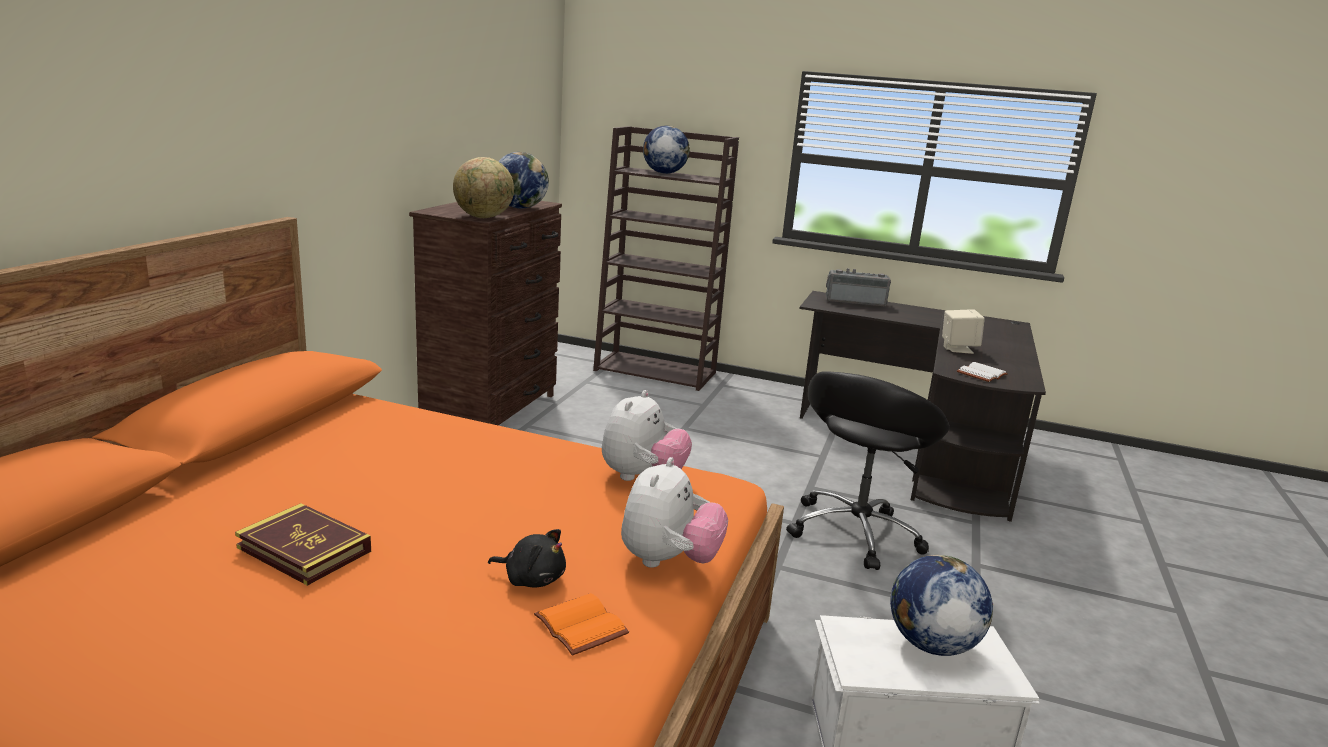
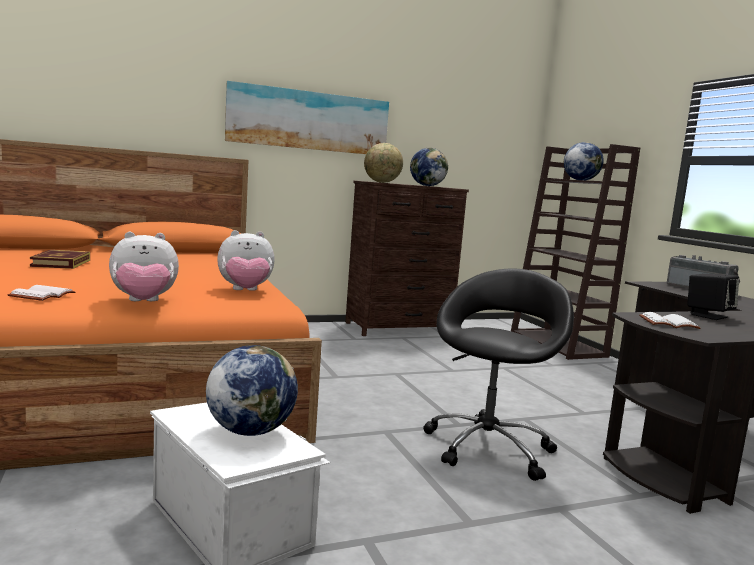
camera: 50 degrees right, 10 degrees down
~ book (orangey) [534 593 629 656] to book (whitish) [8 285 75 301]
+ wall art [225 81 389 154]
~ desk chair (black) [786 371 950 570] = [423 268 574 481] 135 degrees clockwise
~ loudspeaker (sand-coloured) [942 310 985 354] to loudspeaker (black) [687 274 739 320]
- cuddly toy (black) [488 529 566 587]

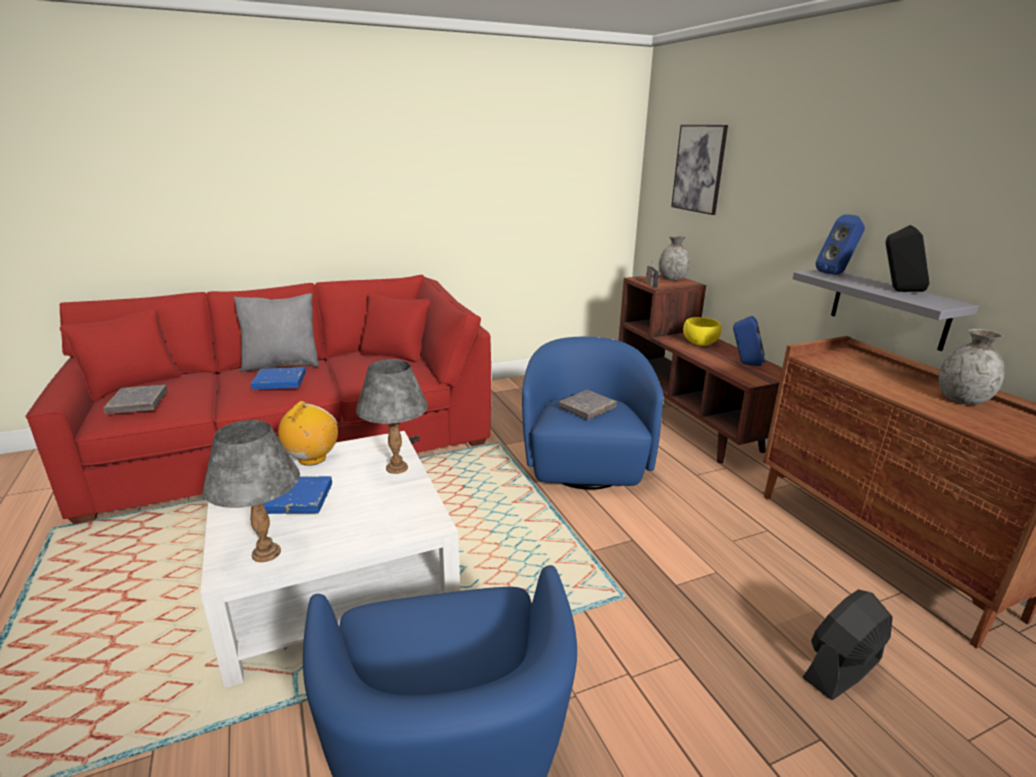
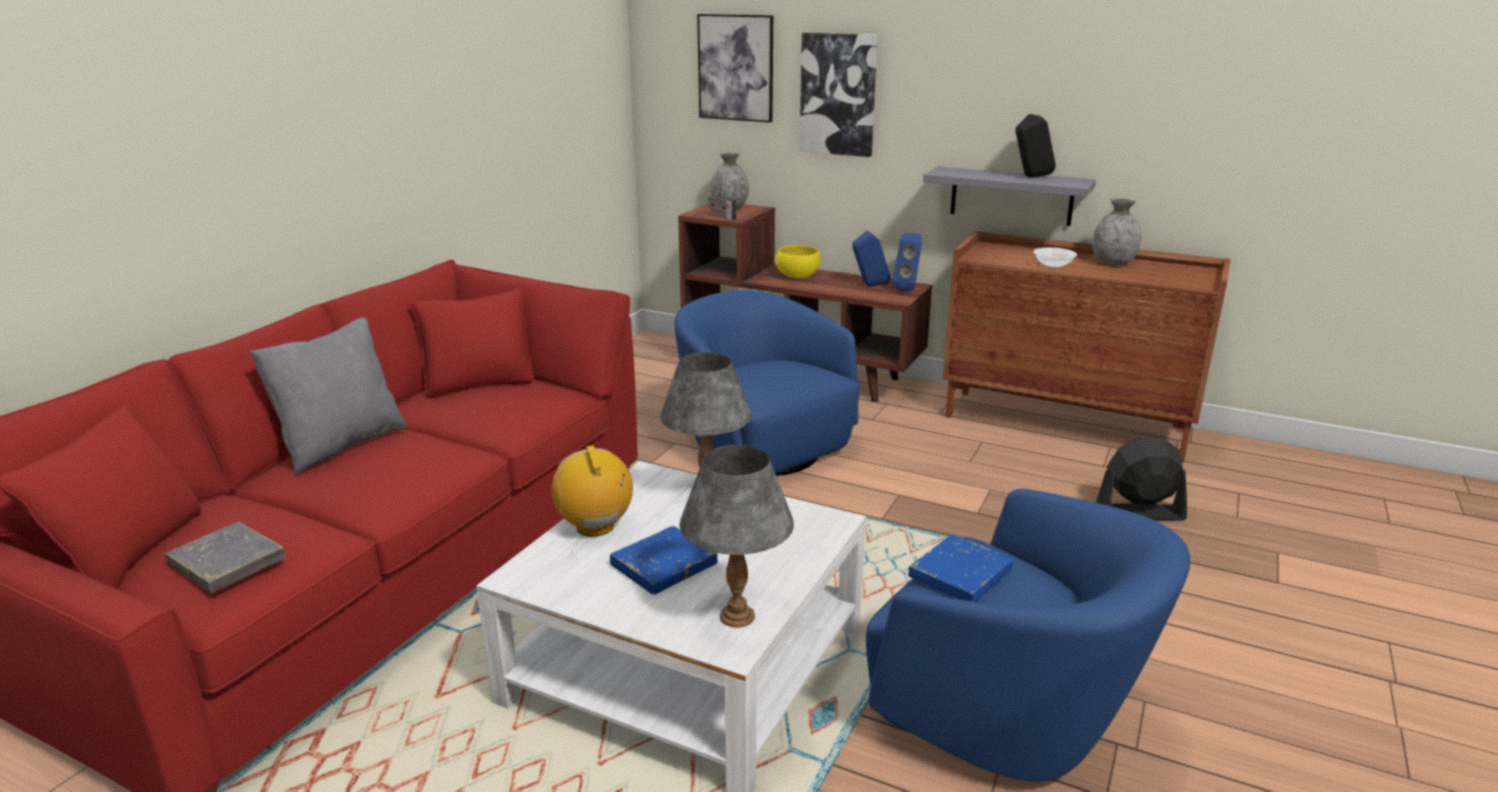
camera: 40 degrees left, 0 degrees up
+ wall art [799 33 878 157]
~ loudspeaker (blue) [816 214 865 275] to [892 233 922 291]
~ book (blue) [251 367 306 390] to [908 534 1013 602]
+ bowl [1033 247 1077 268]
~ cooling fan (black) [802 589 893 700] = [1096 438 1187 521] 75 degrees clockwise
- book (gray) [559 390 617 420]

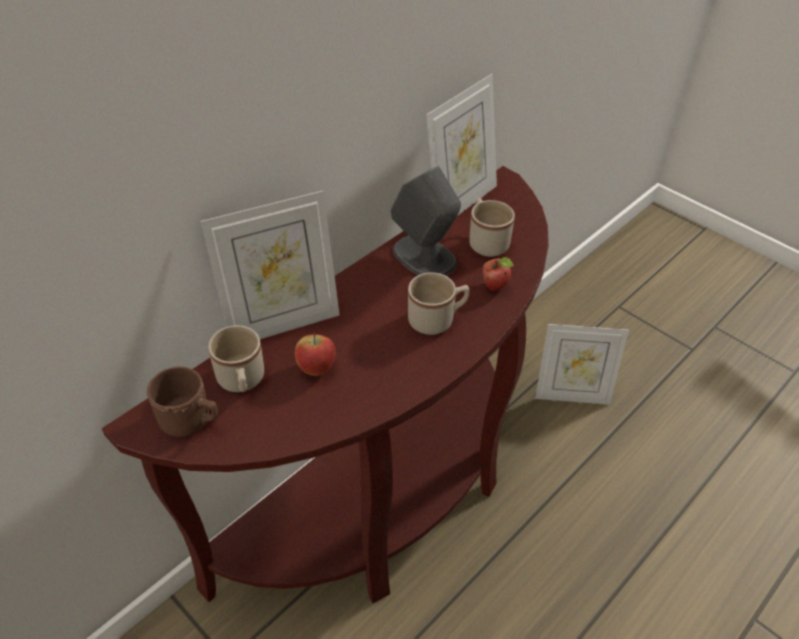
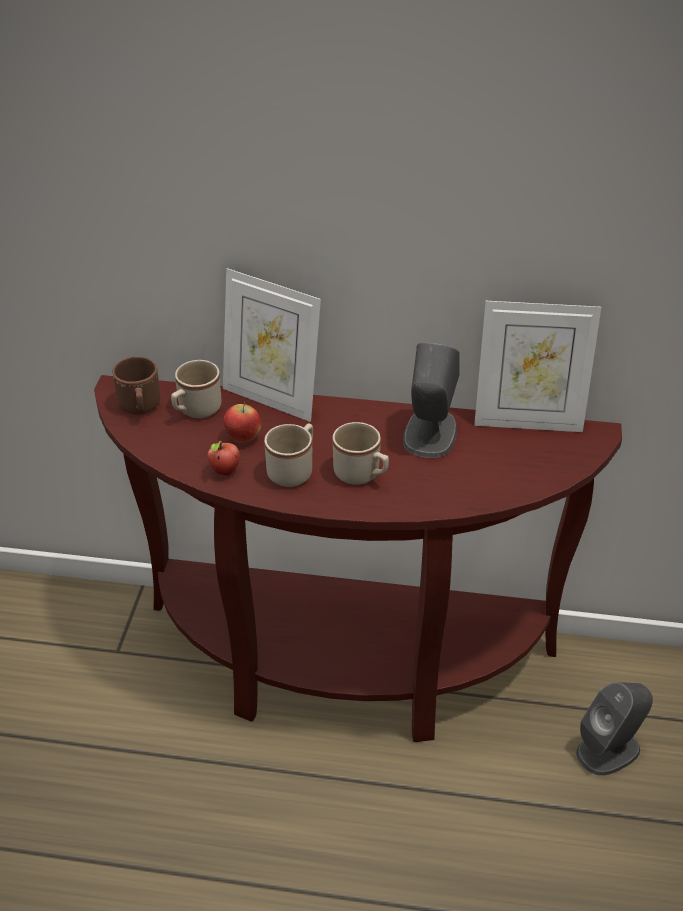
camera: 55 degrees right, 5 degrees down
~ apple [483 257 514 291] to [208 441 240 476]
~ coffee mug (sand-coloured) [469 198 515 257] to [264 423 313 487]
~ photo frame [535 324 629 405] to loudspeaker (gray) [576 682 653 776]

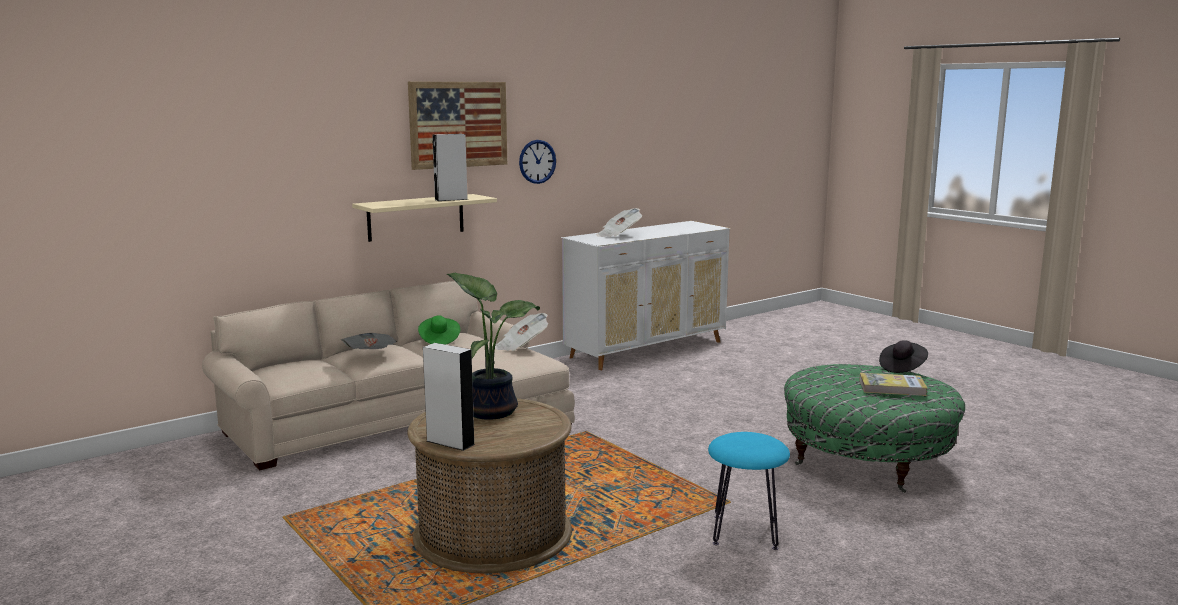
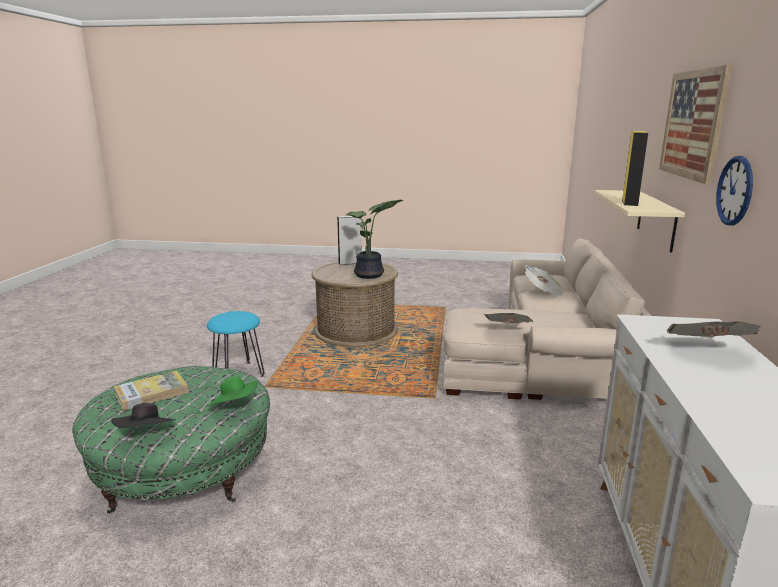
camera: 135 degrees right, 5 degrees up
~ hat (green-coloured) [418 315 460 345] to [208 376 258 406]
~ loudspeaker (gray) [432 134 468 201] to loudspeaker (yellowish) [622 131 649 206]

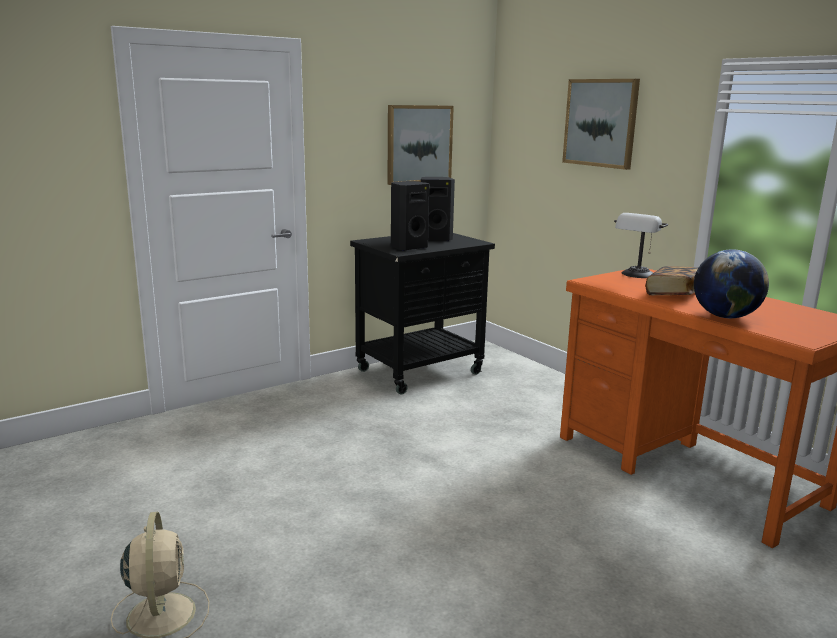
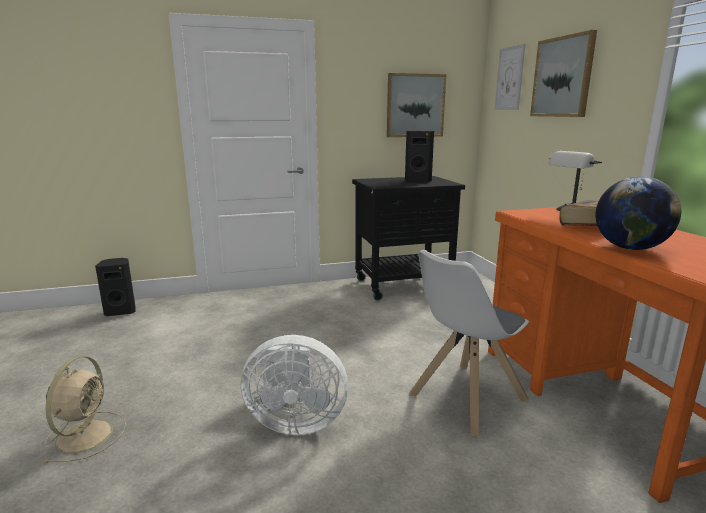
camera: 20 degrees right, 0 degrees up
~ loudspeaker (black) [391 181 430 251] to [95 258 136 316]
+ cooling fan (whitish) [241 335 348 435]
+ chair [409 250 529 436]
+ wall art [495 44 525 110]

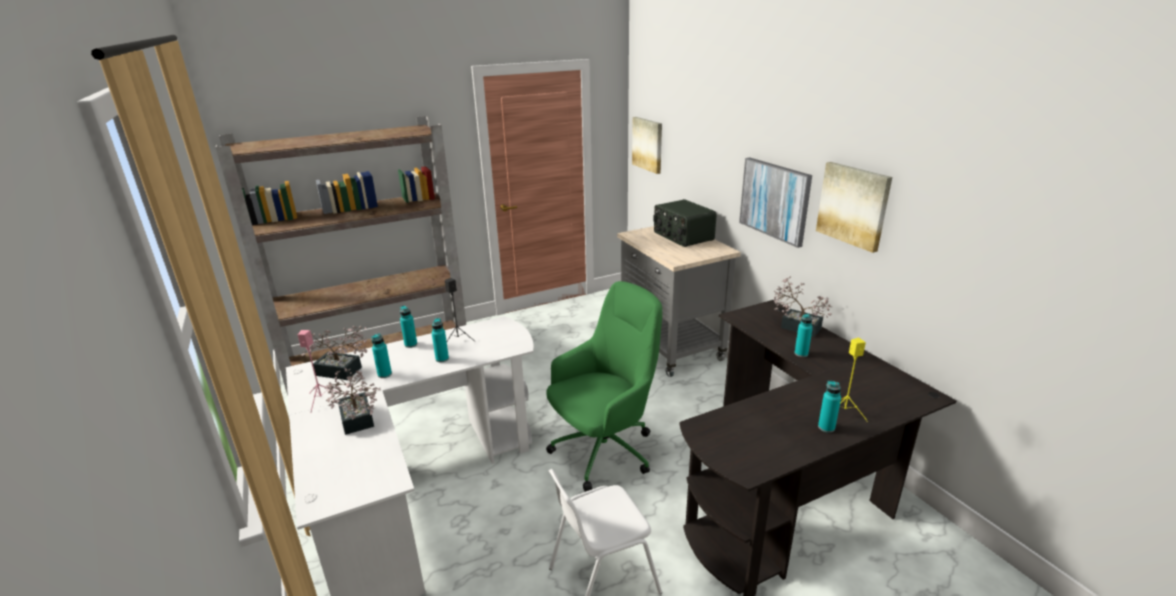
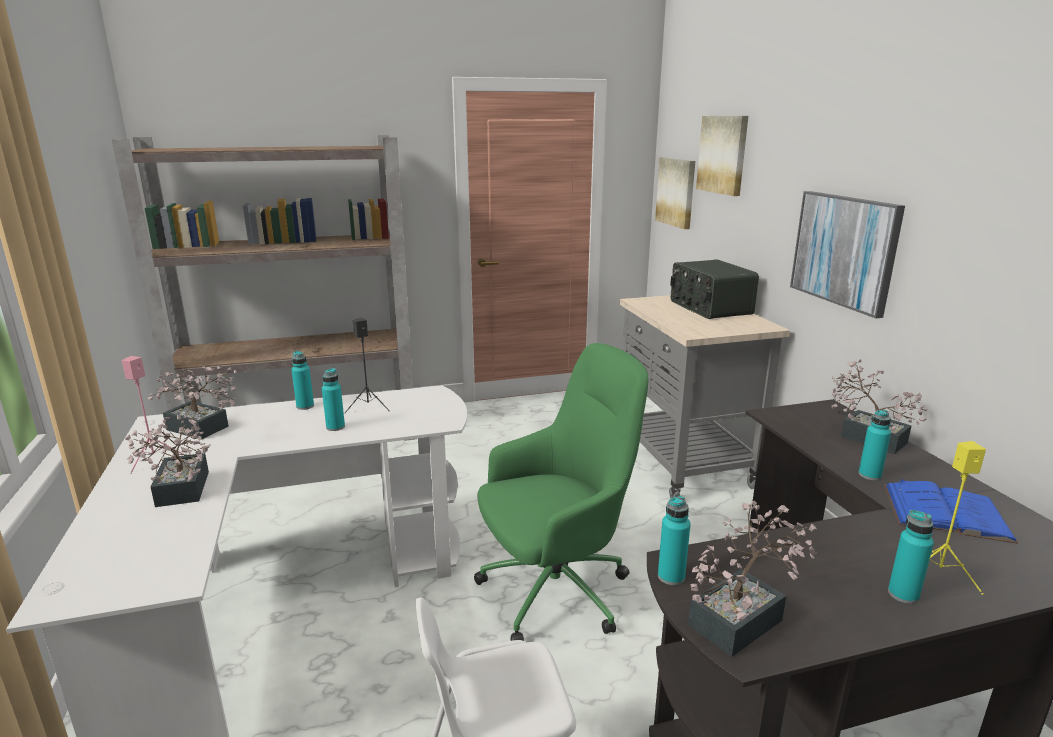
camera: 10 degrees right, 5 degrees down
~ beverage bottle (turquoise-coloured) [371 333 392 378] to [658 496 691 585]
+ potted plant [688 501 817 657]
~ wall art [816 162 892 253] to [696 116 748 196]
+ book (blue) [884 479 1018 544]

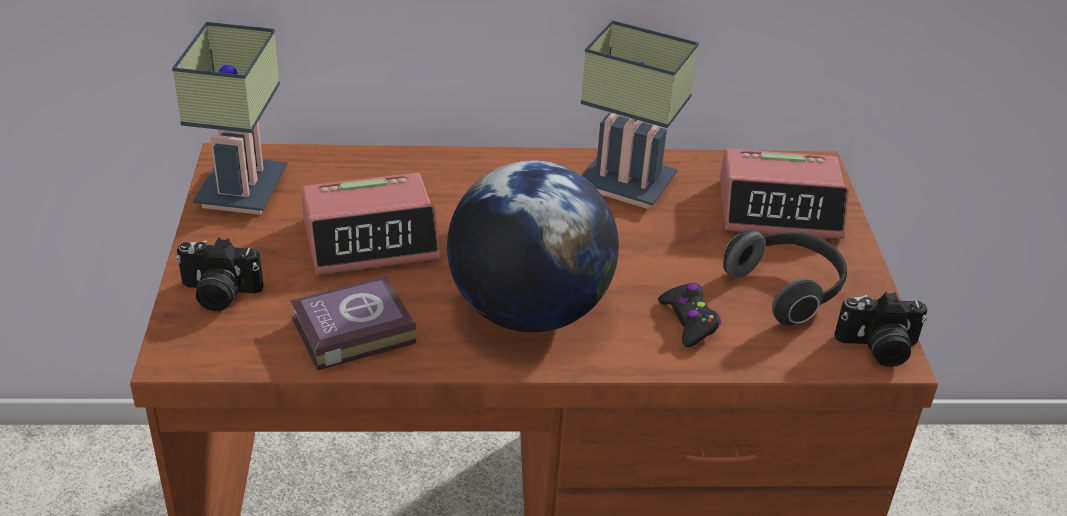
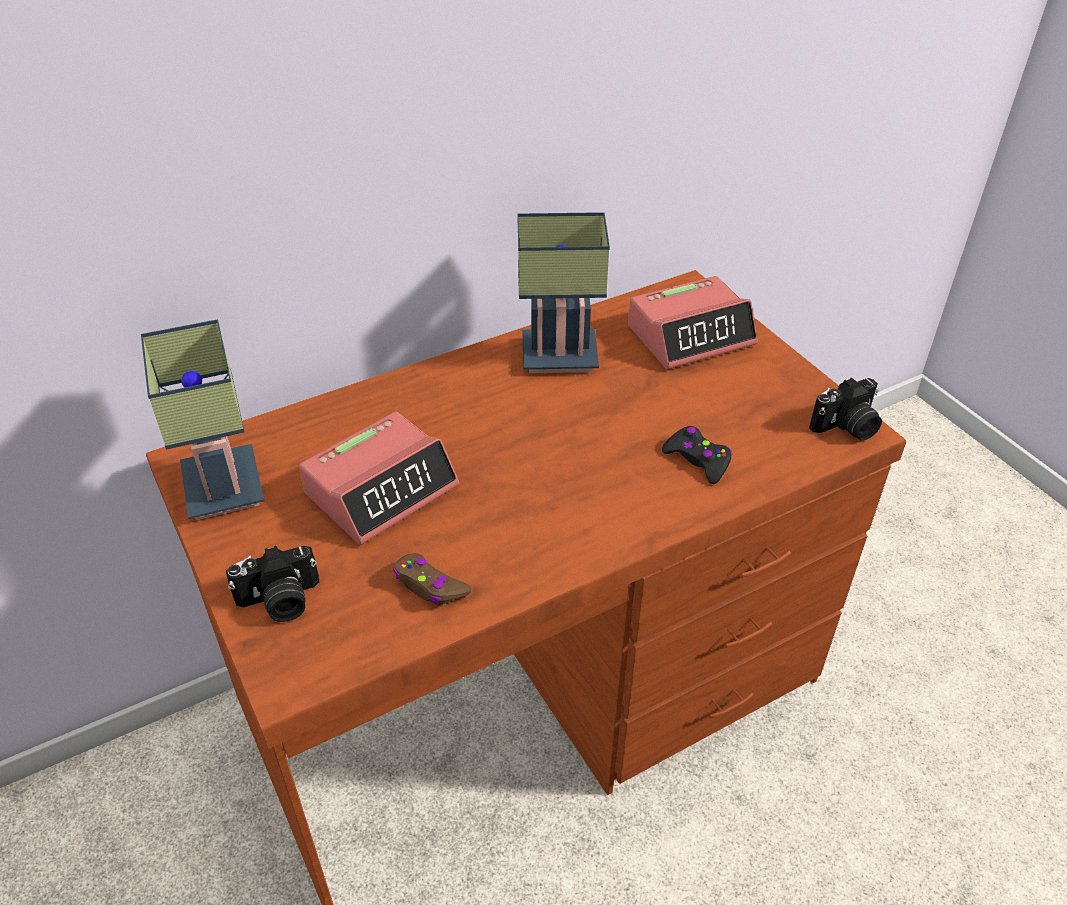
camera: 25 degrees left, 5 degrees up
~ book [291 276 417 371] to game controller (brown) [393 553 471 605]
- globe [447 161 619 332]
- headphones [723 230 847 325]

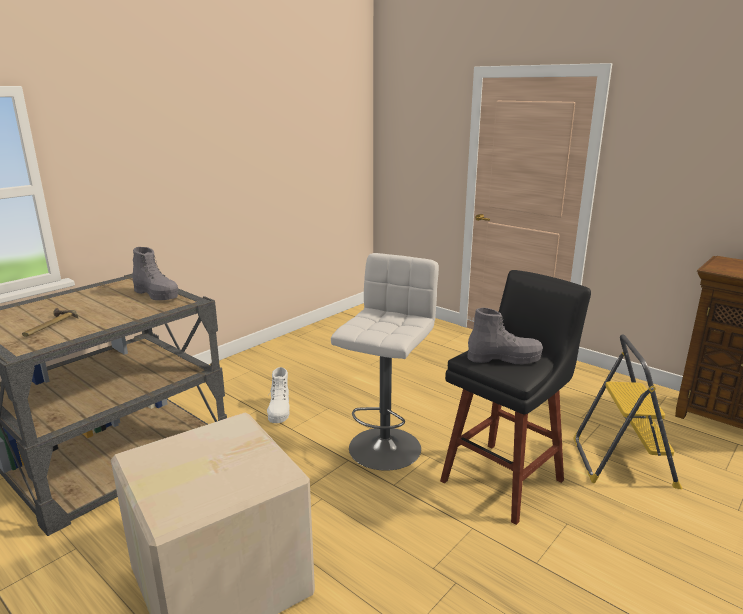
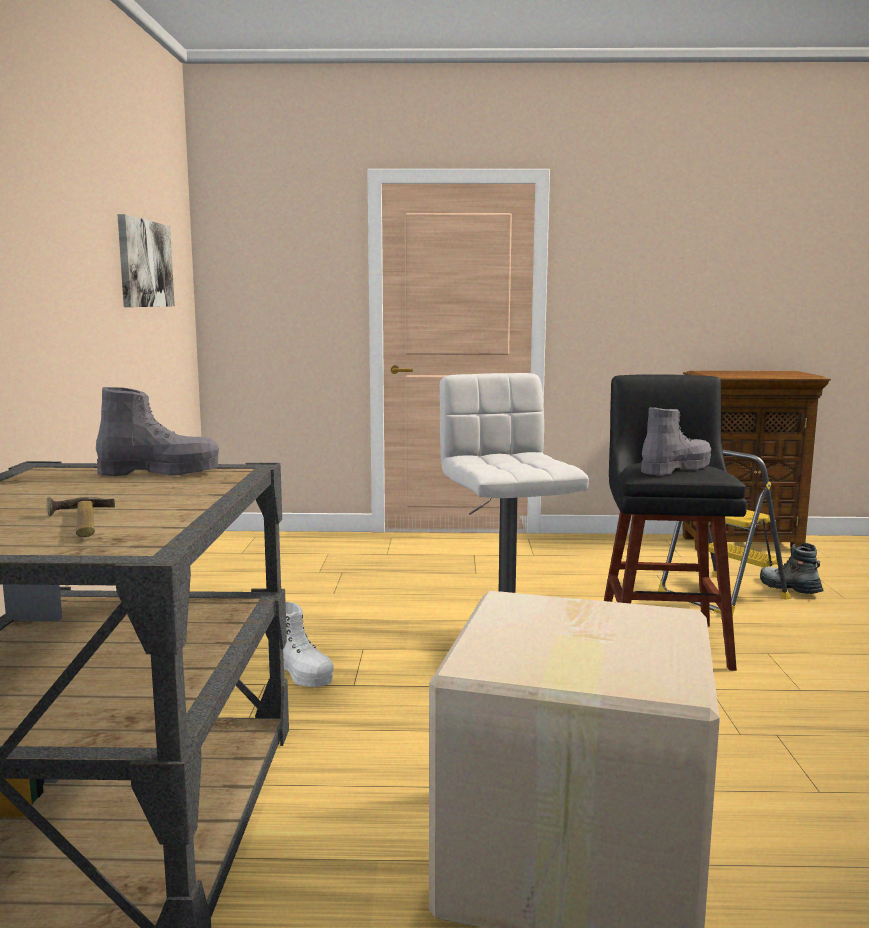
camera: 40 degrees left, 10 degrees down
+ wall art [117 214 175 307]
+ high-top boot [760 543 824 594]

